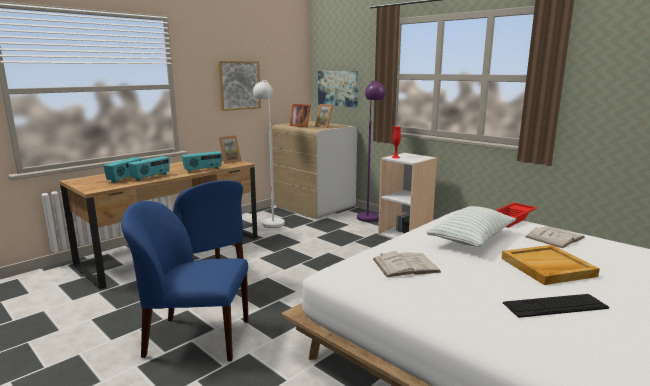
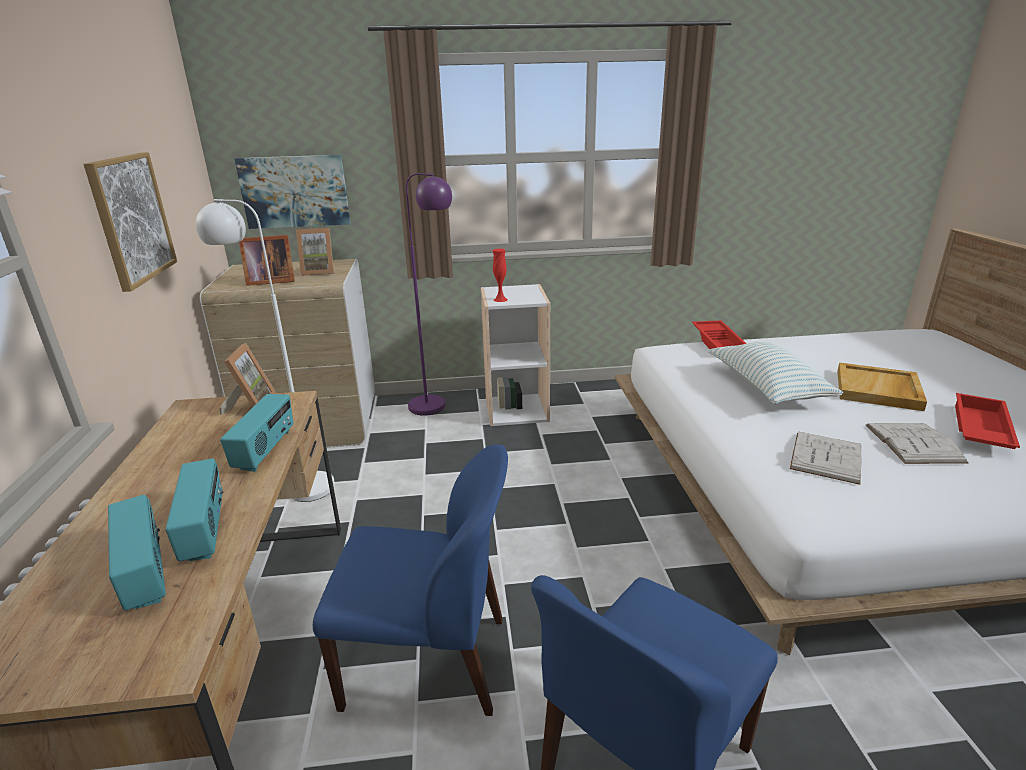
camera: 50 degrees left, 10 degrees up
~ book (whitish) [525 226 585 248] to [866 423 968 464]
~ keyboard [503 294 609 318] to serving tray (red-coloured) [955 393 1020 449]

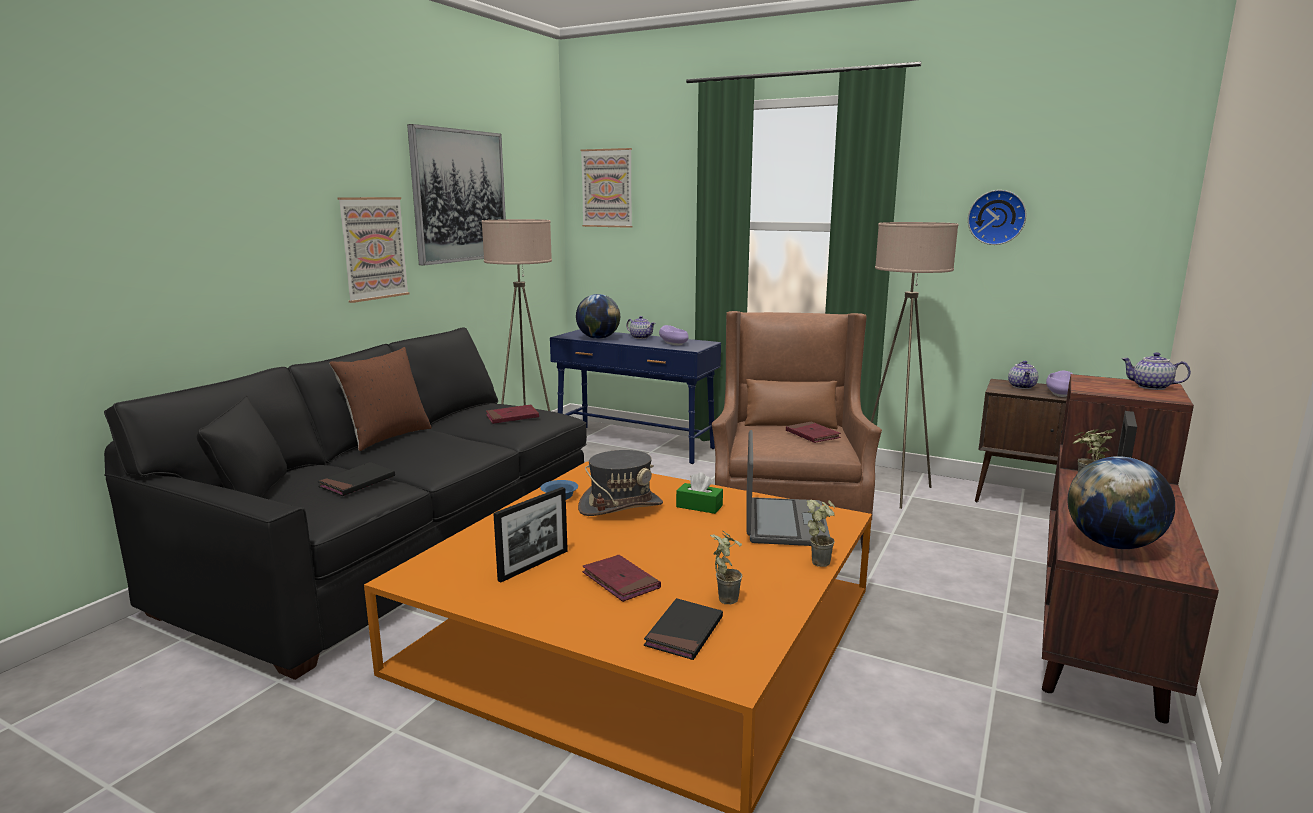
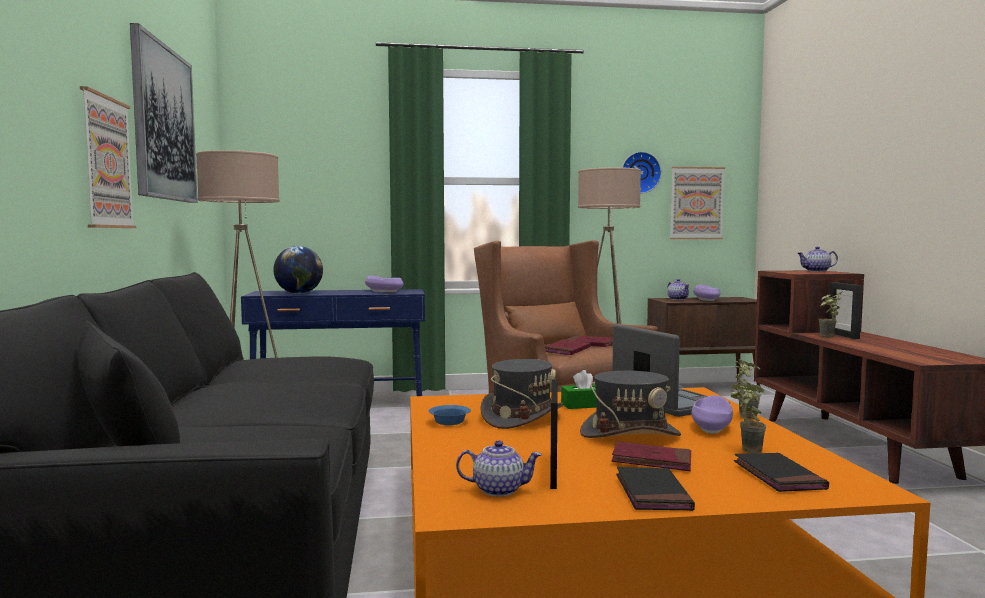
camera: 35 degrees left, 10 degrees down
~ teapot [626 316 656 339] to [456 440 542 497]
~ book (red-coloured) [486 404 539 424] to [545 339 591 355]
+ hat (gray) [580 371 681 438]
~ book (black) [318 462 395 496] to [616 467 695 511]
~ wall art [580 148 633 228] to [670 167 725 239]
+ bowl (purple-coloured) [692 395 733 434]
- pillow (brown) [329 347 432 451]
- globe [1068 456 1175 549]

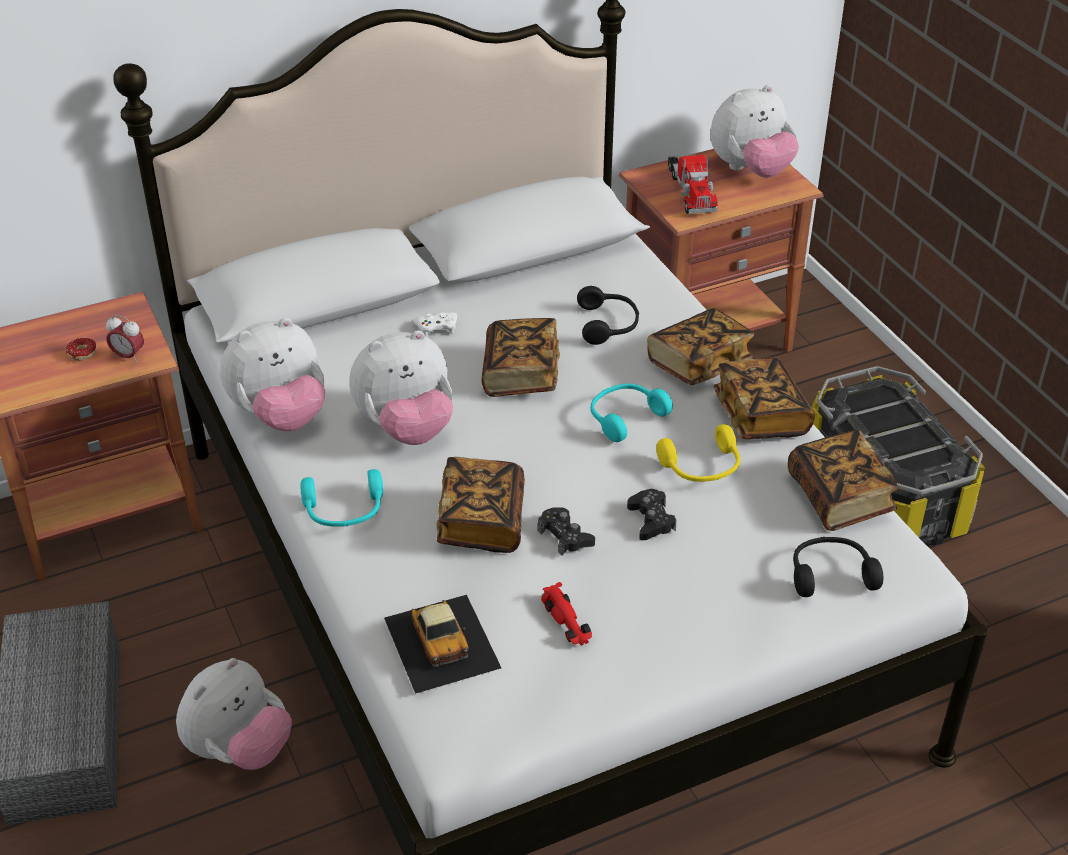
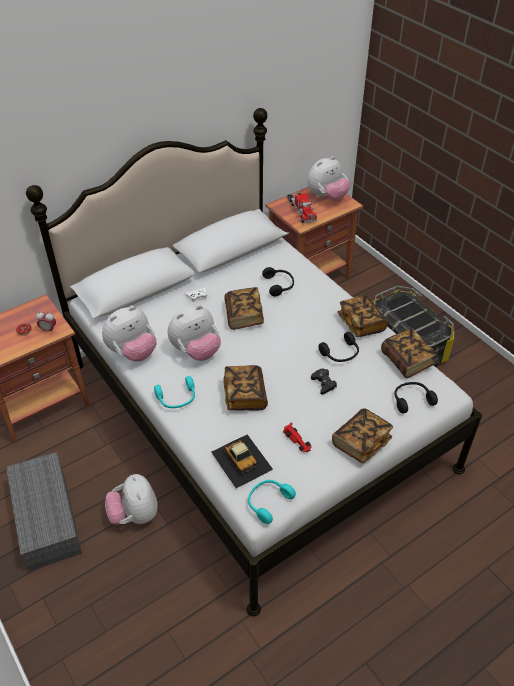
camera: 10 degrees left, 5 degrees up
~ cuddly toy [176 658 292 770] = [105 474 158 525] 135 degrees clockwise
~ headphones (turquoise-coloured) [591 384 673 442] to [248 480 296 524]
~ headphones (yellowish) [656 424 740 482] to headphones (black) [319 332 359 362]
~ book [647 308 754 385] to [332 409 393 464]
- game controller (black) [538 507 595 556]

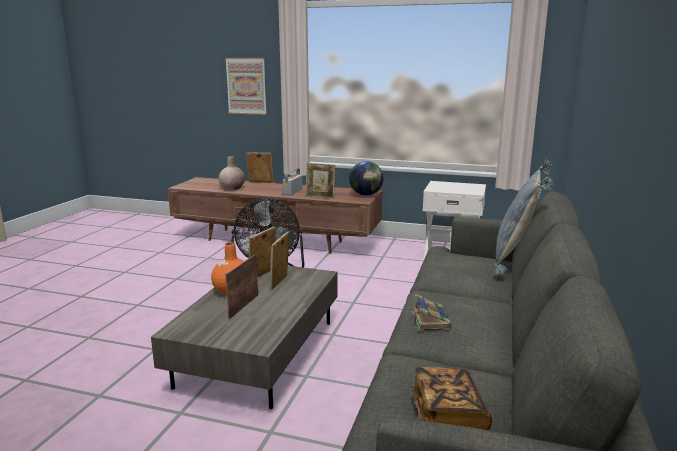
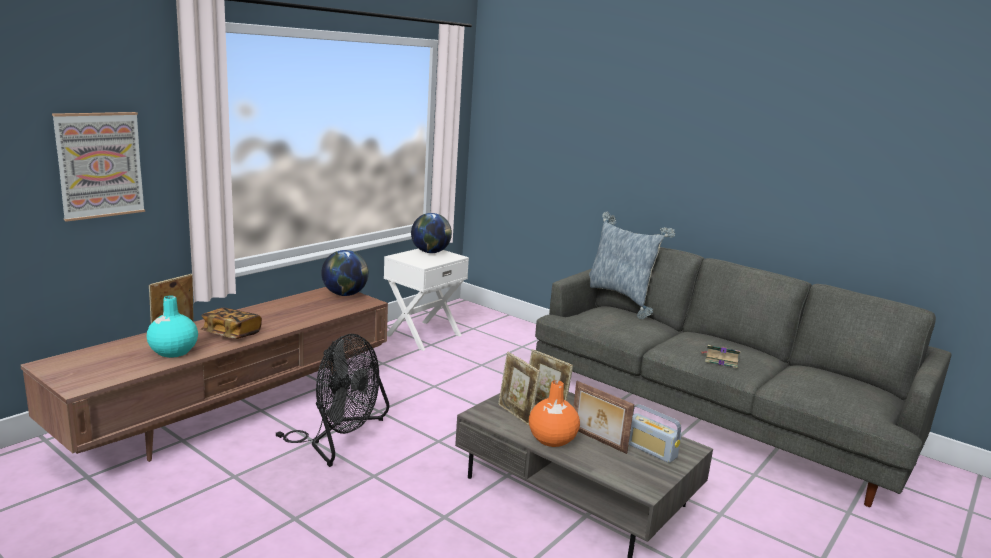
camera: 70 degrees left, 0 degrees up
~ decorative vase (sand-coloured) [218 156 245 190] to decorative vase (turquoise-coloured) [147 296 198 358]
~ book [412 367 492 431] to [201 308 262 339]
+ globe [411 213 452 253]
~ radio set [283 168 303 195] to [629 404 682 463]
- photo frame [306 163 335 199]

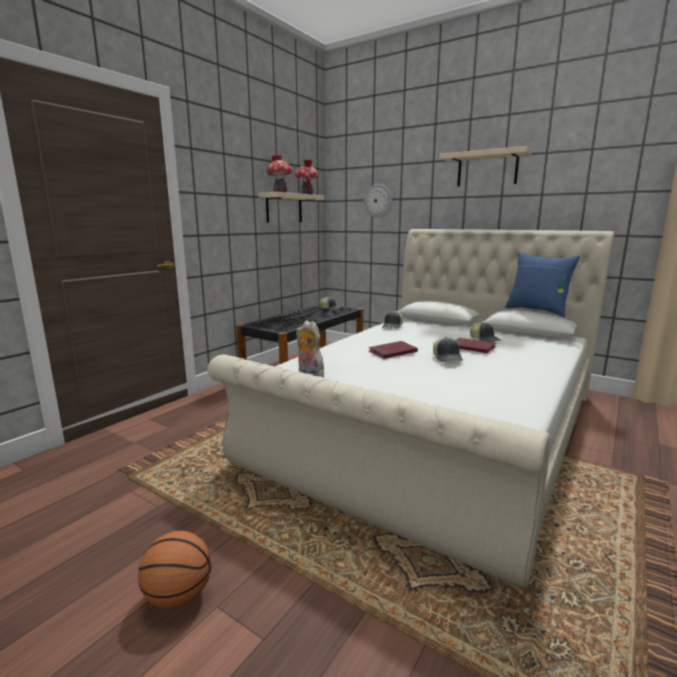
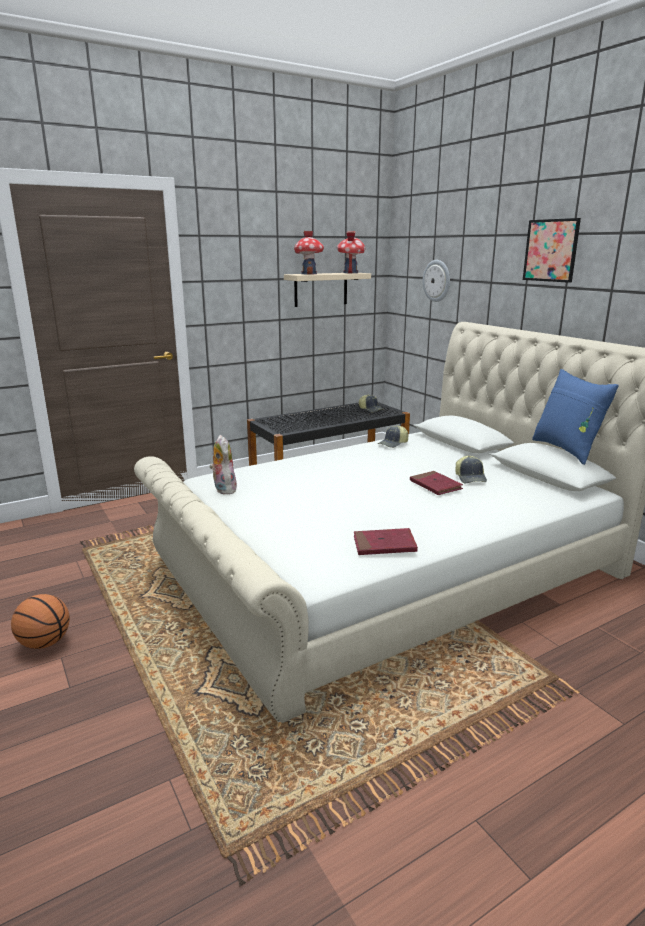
camera: 25 degrees right, 5 degrees up
~ book (red-coloured) [369 341 418 359] to [354 528 418 555]
~ wall shelf (sand-coloured) [440 146 532 186] to wall art [523 218 581 283]
- cap [433 337 463 362]

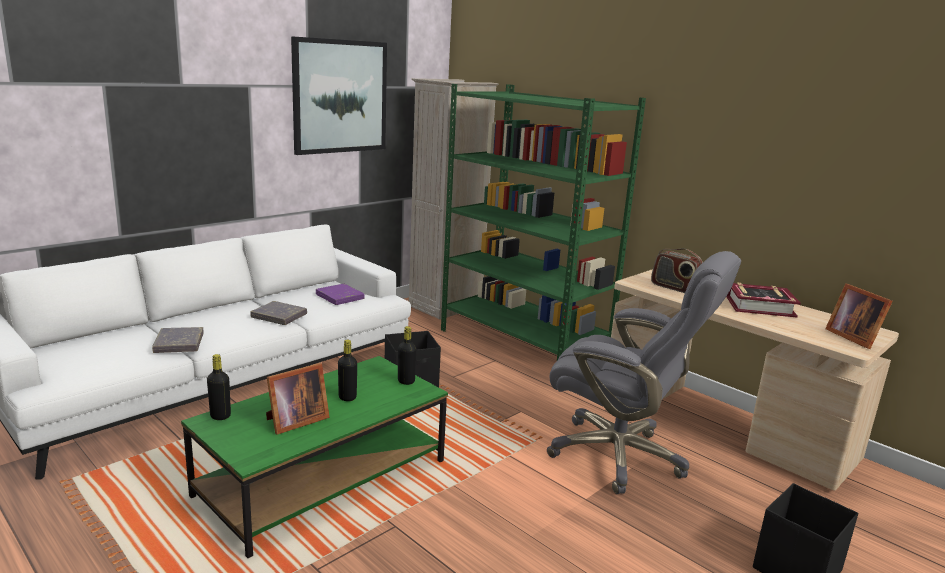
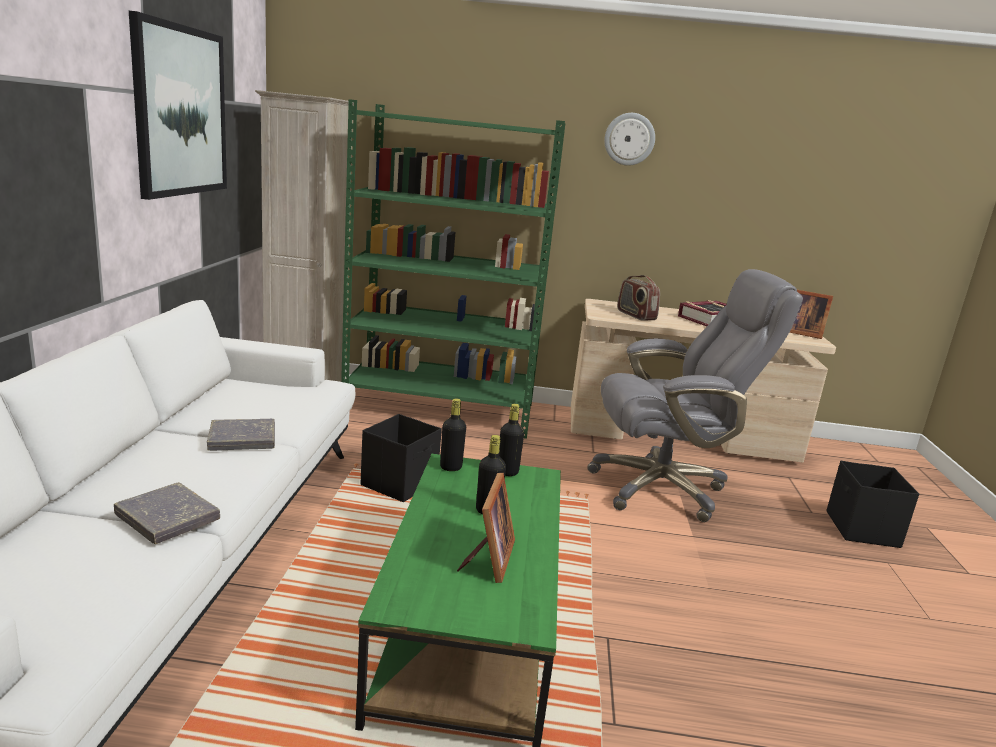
camera: 40 degrees left, 0 degrees up
~ beverage bottle (black) [207 354 231 420] to [440 398 466 471]
+ clock on the wall [604 113 655 166]
~ radio set [651 248 703 293] = [617 275 660 321] 60 degrees clockwise
- book (purple-coloured) [316 284 365 305]

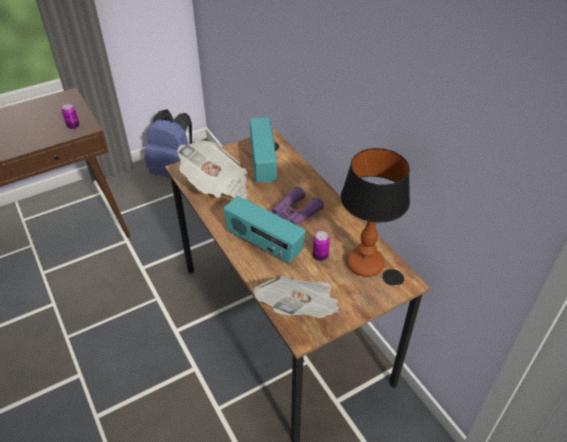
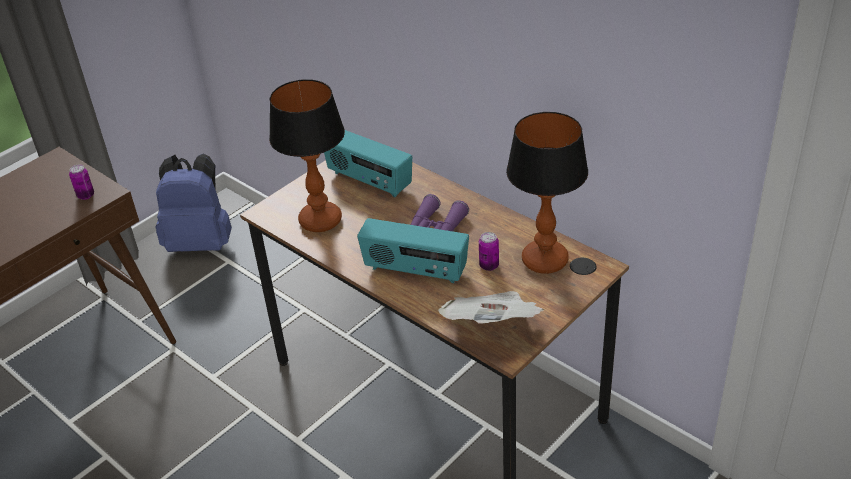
camera: 15 degrees left, 5 degrees down
~ newspaper [177 141 247 199] to tabletop lamp [269 80 345 232]
~ radio set [250 117 277 183] = [324 130 412 197] 150 degrees clockwise

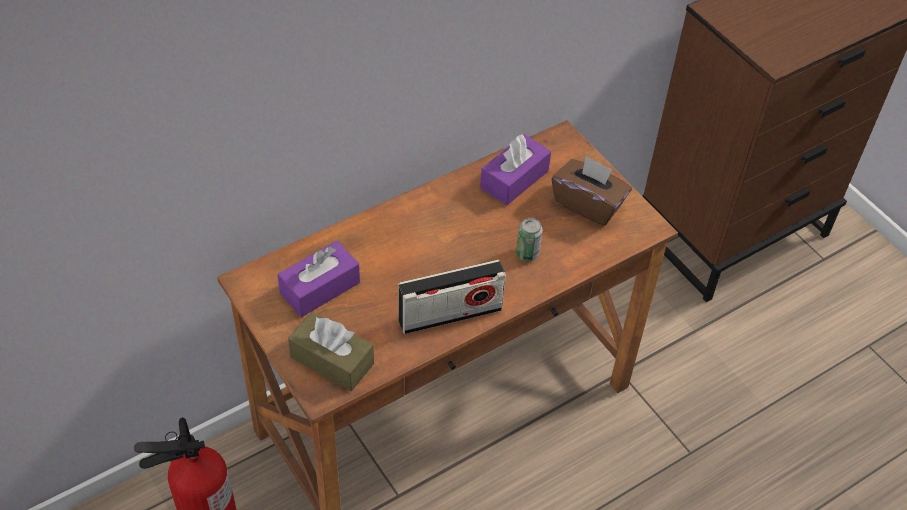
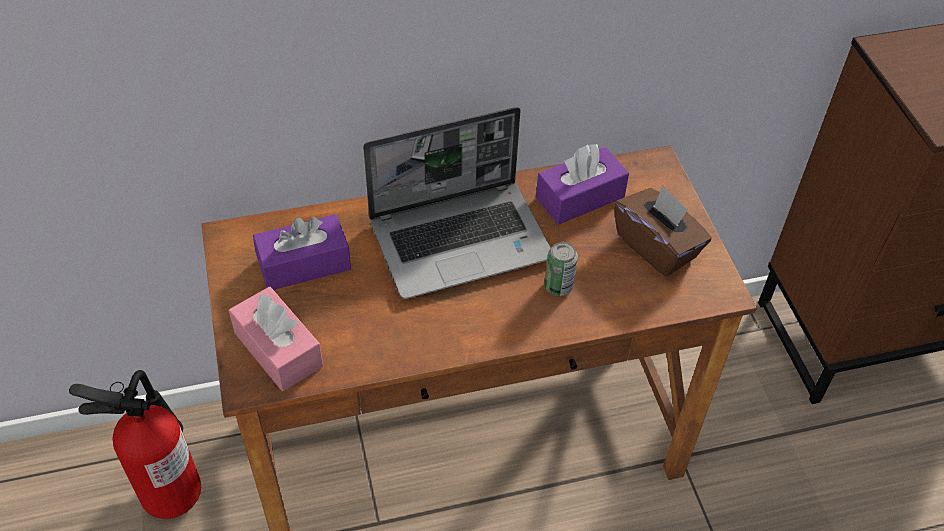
camera: 20 degrees right, 0 degrees up
~ tissue box (brown) [288 312 374 391] to tissue box (pink-coloured) [229 287 323 391]
+ notebook computer [363 107 551 299]
- radio set [398 260 506 334]

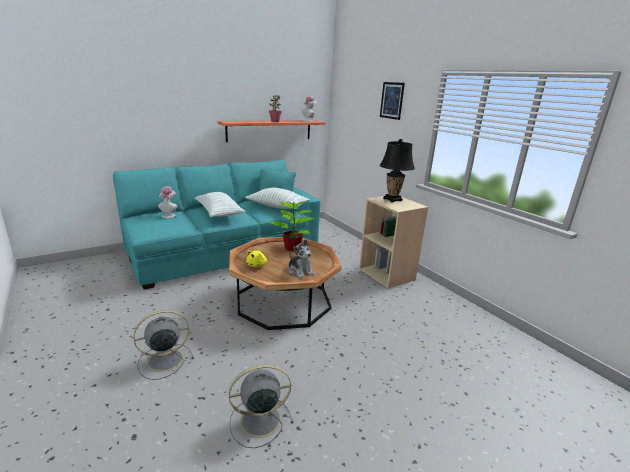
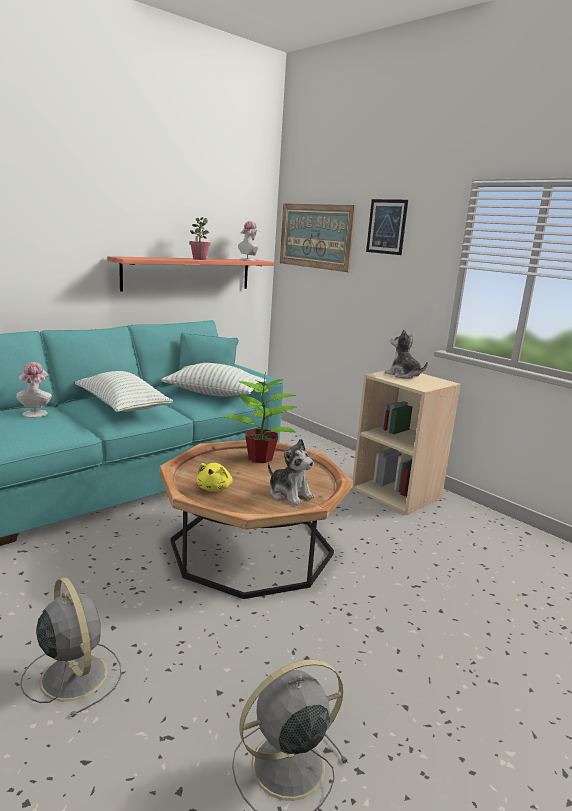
camera: 10 degrees left, 5 degrees down
~ cooling fan (gray) [134 310 194 380] = [20 577 121 717] 90 degrees clockwise
+ wall art [280 203 356 272]
~ tabletop lamp (black) [380 139 415 203] to cuddly toy [385 329 428 379]

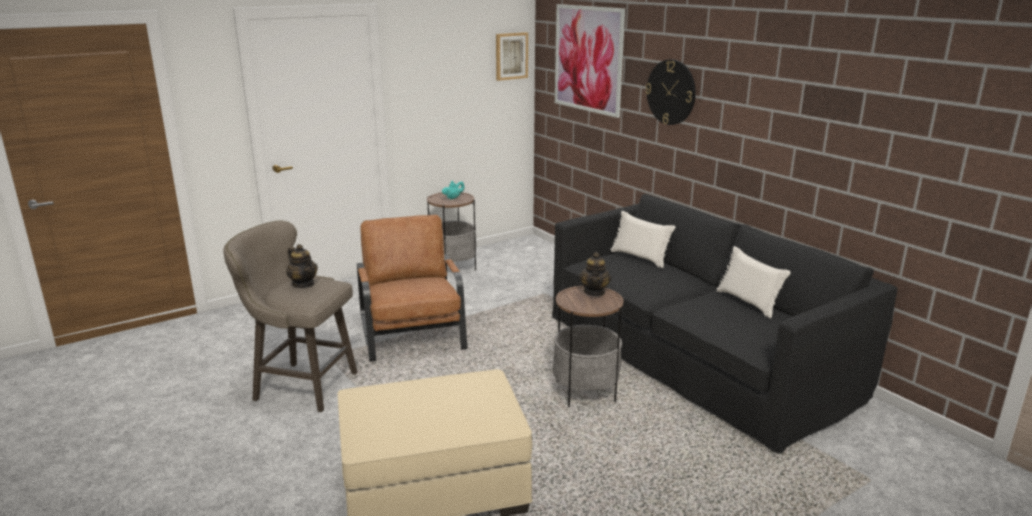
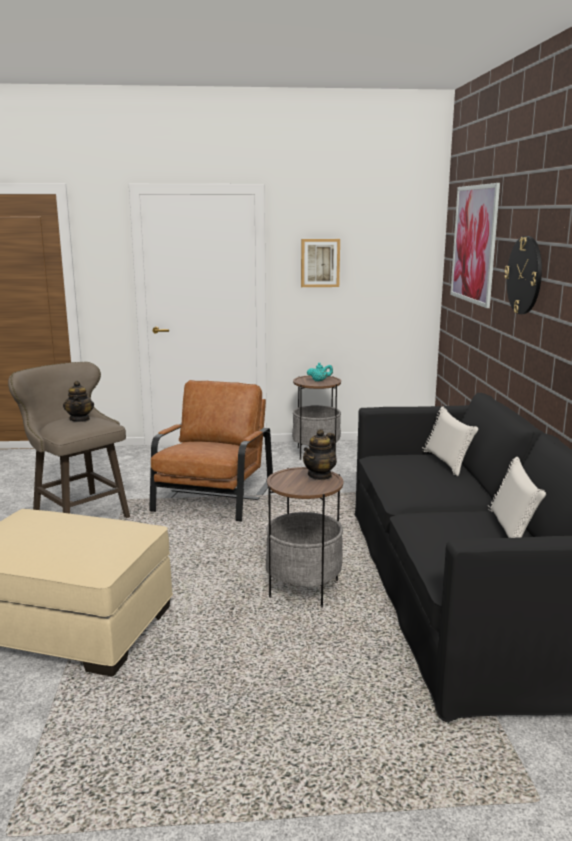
camera: 30 degrees right, 5 degrees down
~ wall art [496 32 528 81] to [301 239 340 287]

